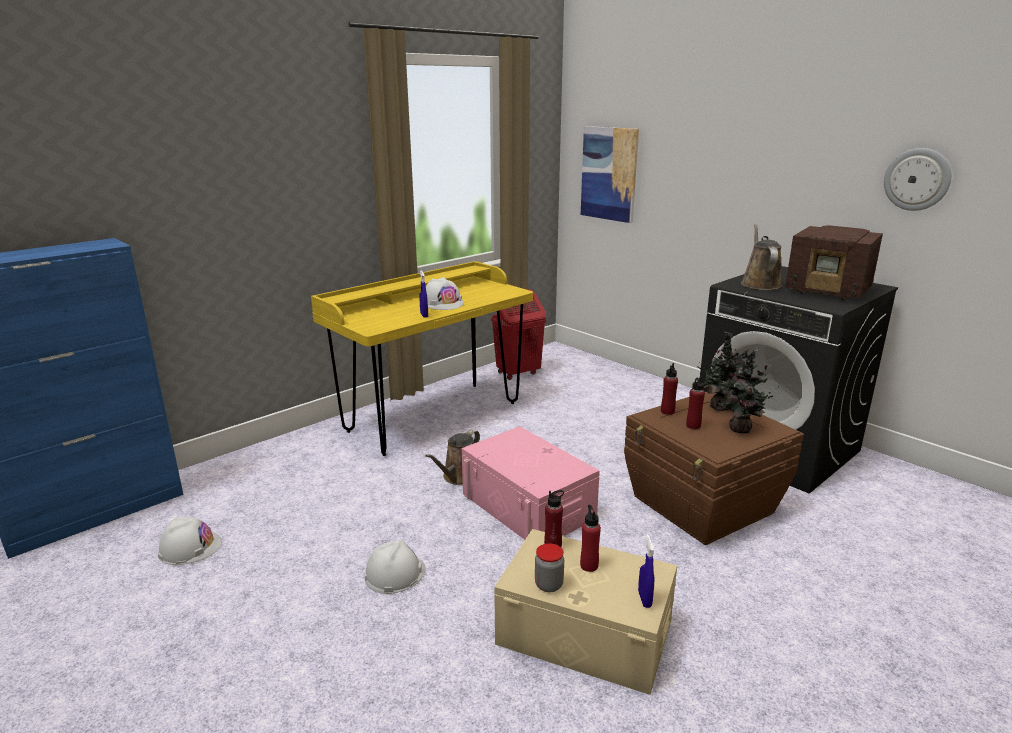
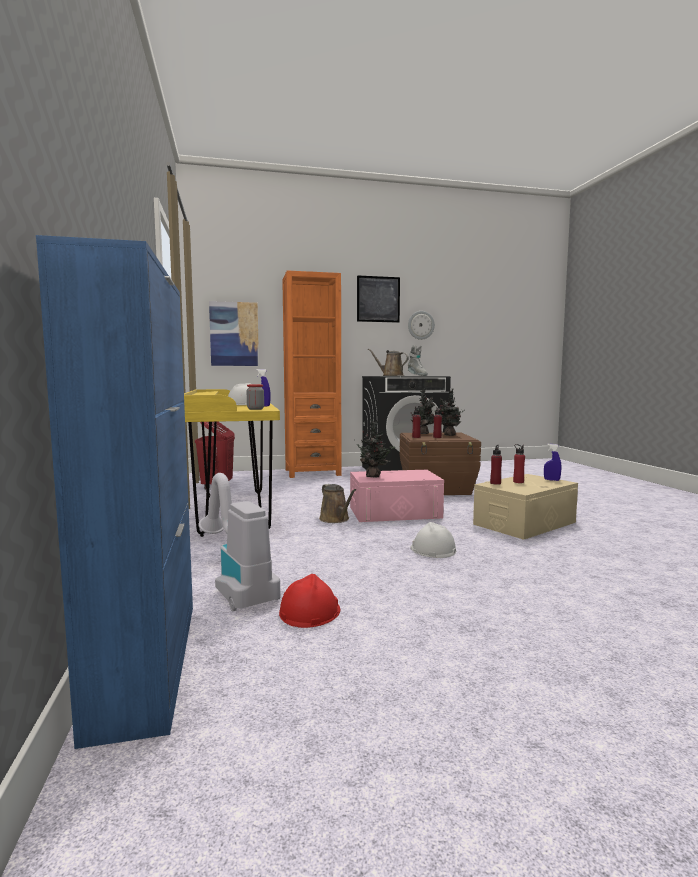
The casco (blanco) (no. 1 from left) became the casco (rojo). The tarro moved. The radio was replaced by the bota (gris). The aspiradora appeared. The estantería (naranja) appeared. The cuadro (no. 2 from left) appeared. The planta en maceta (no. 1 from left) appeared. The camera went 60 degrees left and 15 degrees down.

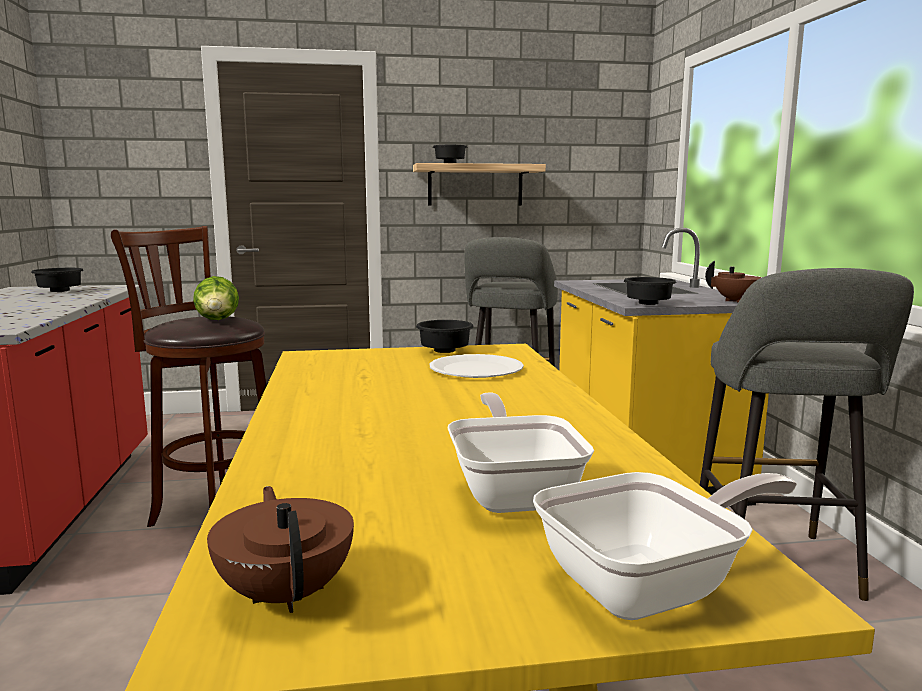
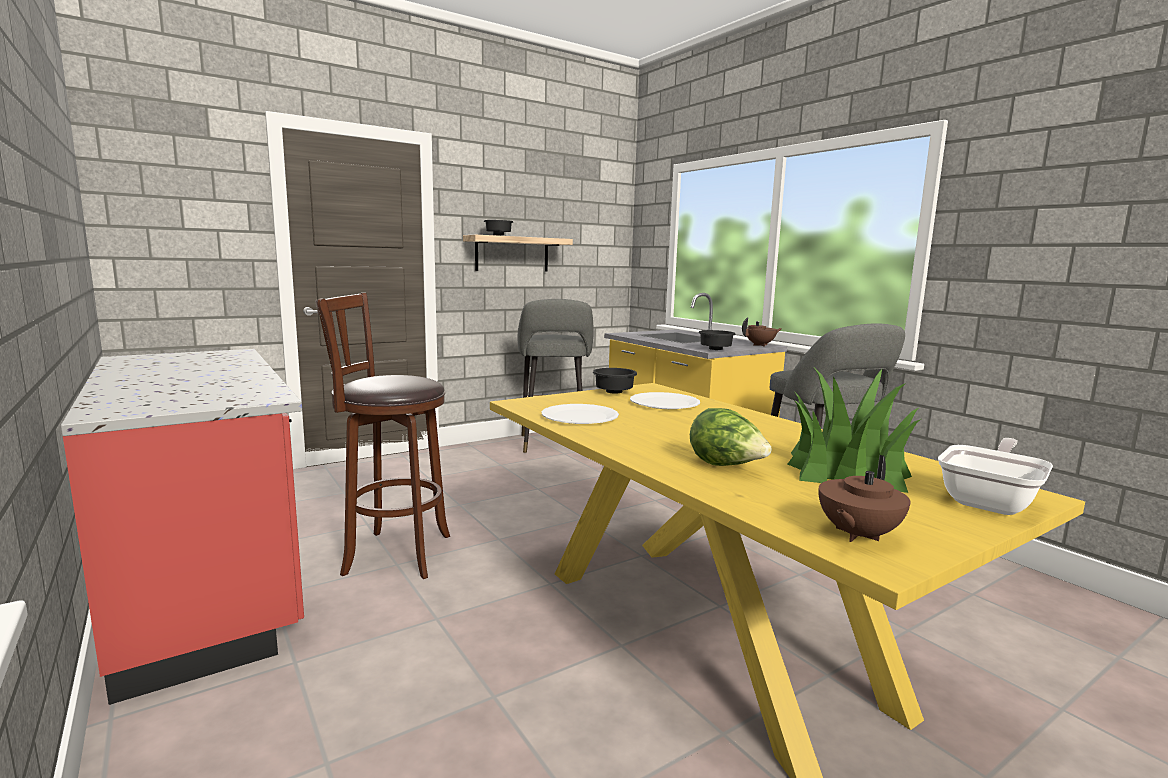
The cuenco (negro) (no. 1 from left) disappeared. The lechuga moved. The tetera (marrón) (no. 1 from left in the first image) turned 90 degrees counterclockwise. The sartén (no. 1 from left) was replaced by the planta en maceta. The plato (blanco) (no. 1 from left) appeared. The camera went 25 degrees left and 0 degrees up.

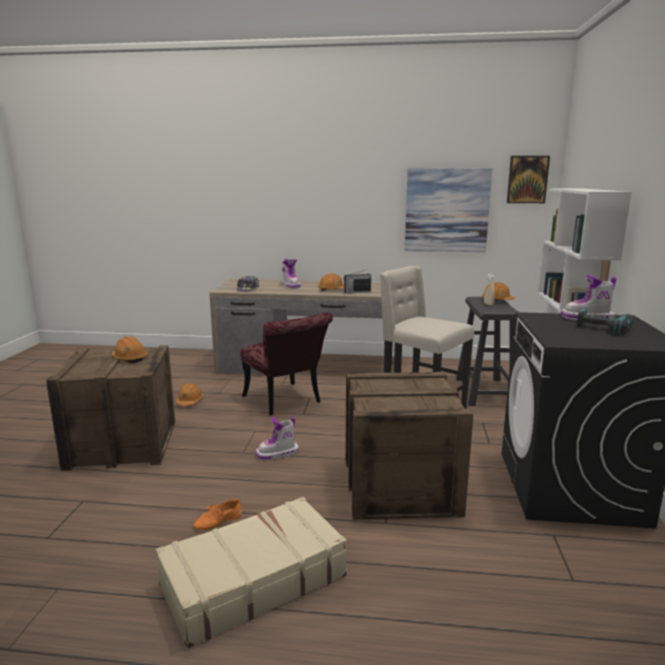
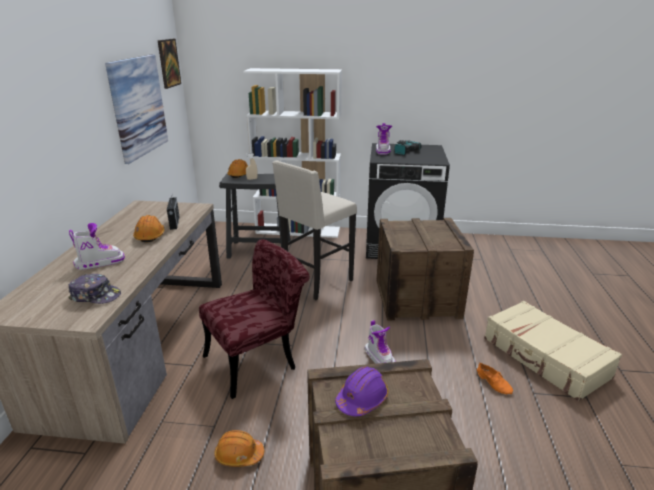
The casco (naranja) (no. 1 from left) became the casco (morado). The camera went 90 degrees left and 10 degrees up.

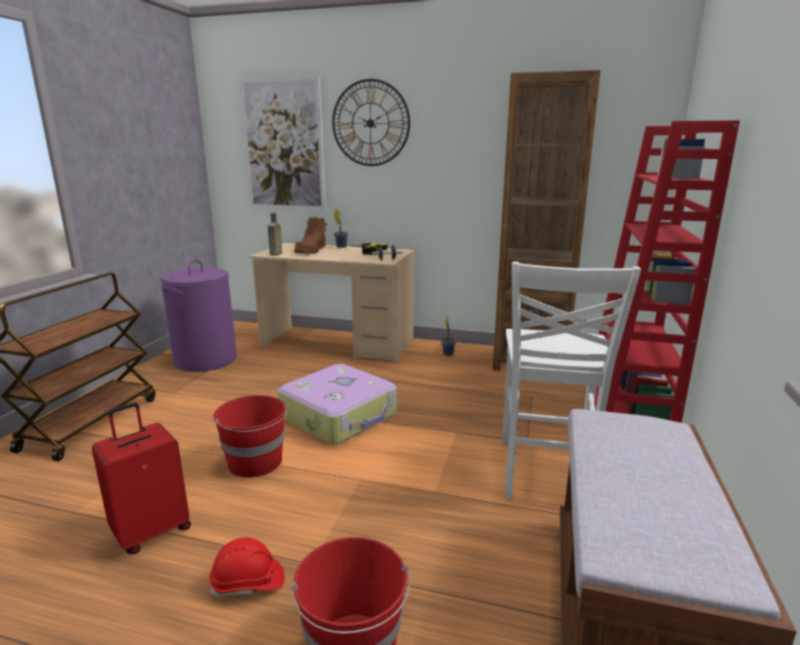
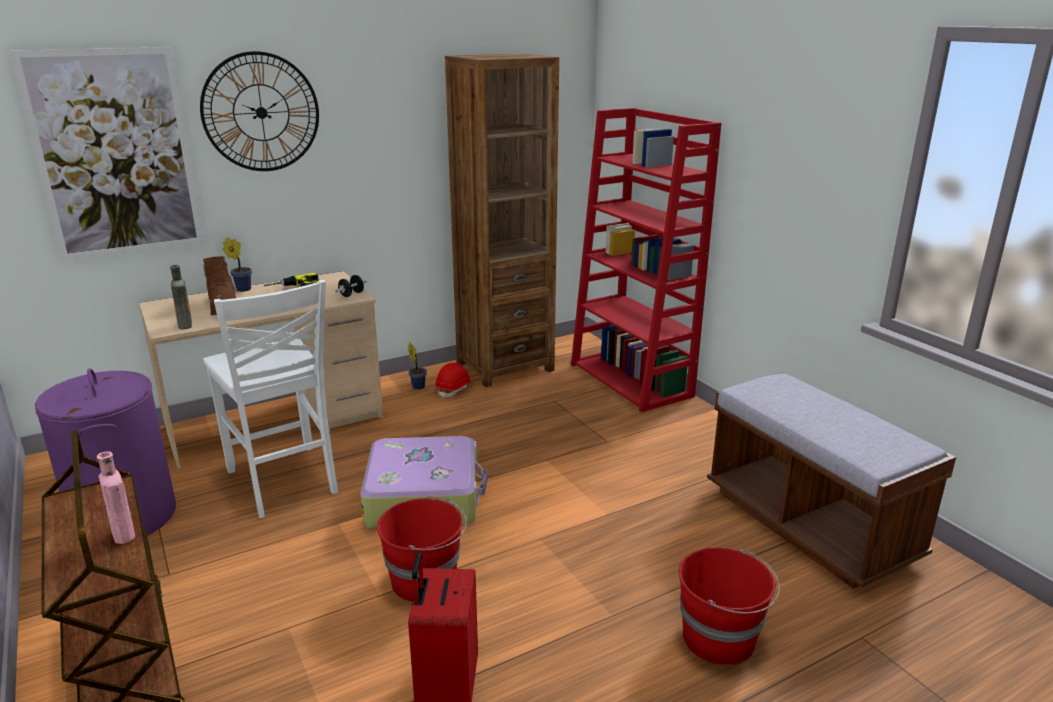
The casco (rojo) moved. The silla (blanco) moved. The botella (rosa) appeared. The camera went 45 degrees left and 5 degrees up.

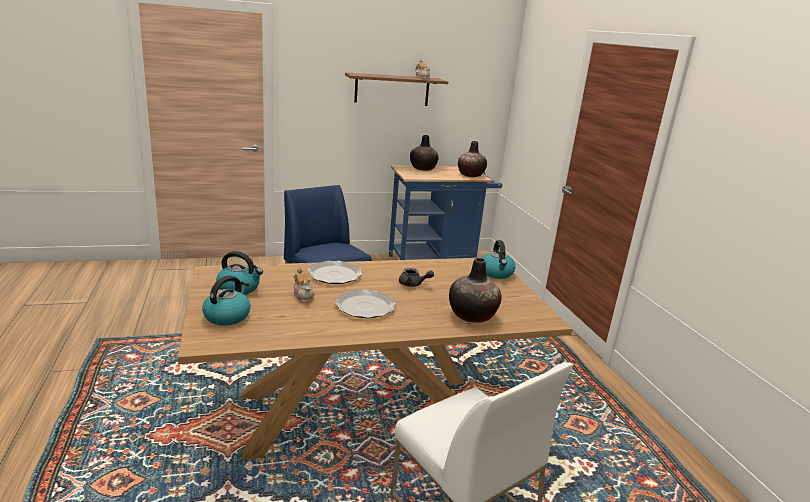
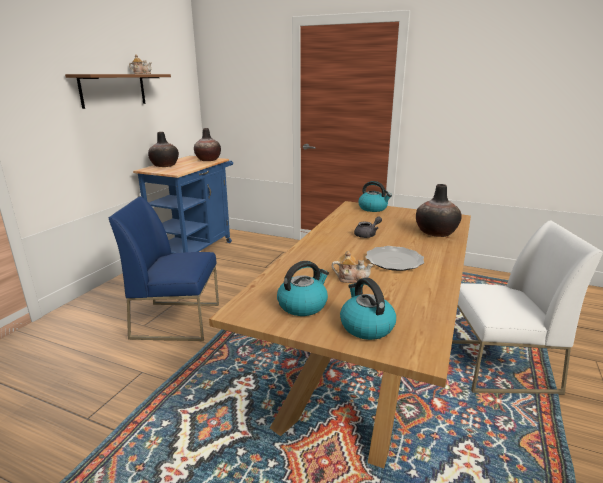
The plato (no. 1 from left) disappeared. The camera went 50 degrees left and 0 degrees up.

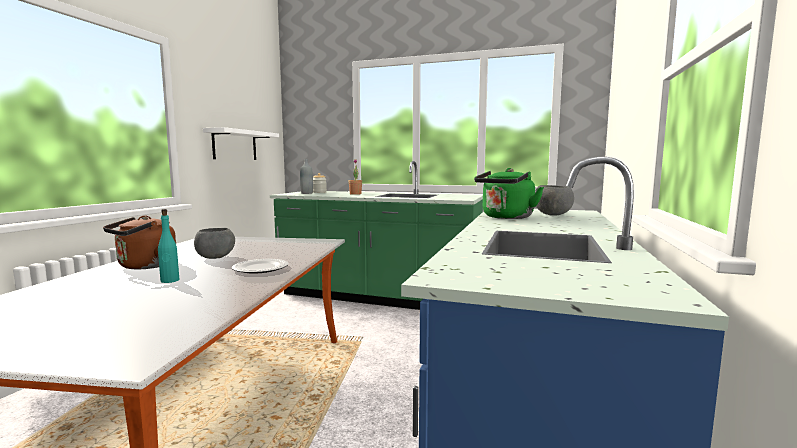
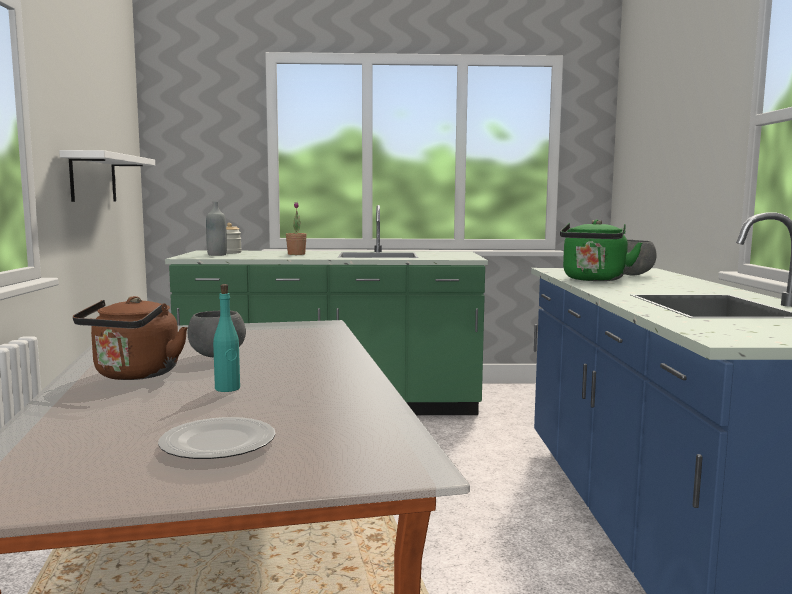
The plato moved. The camera went 20 degrees left and 0 degrees up.

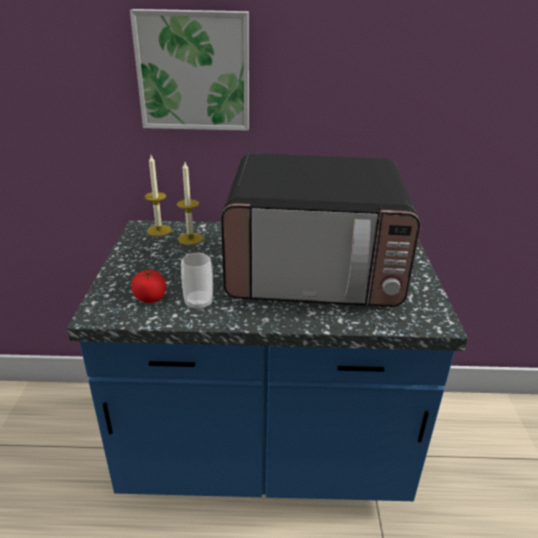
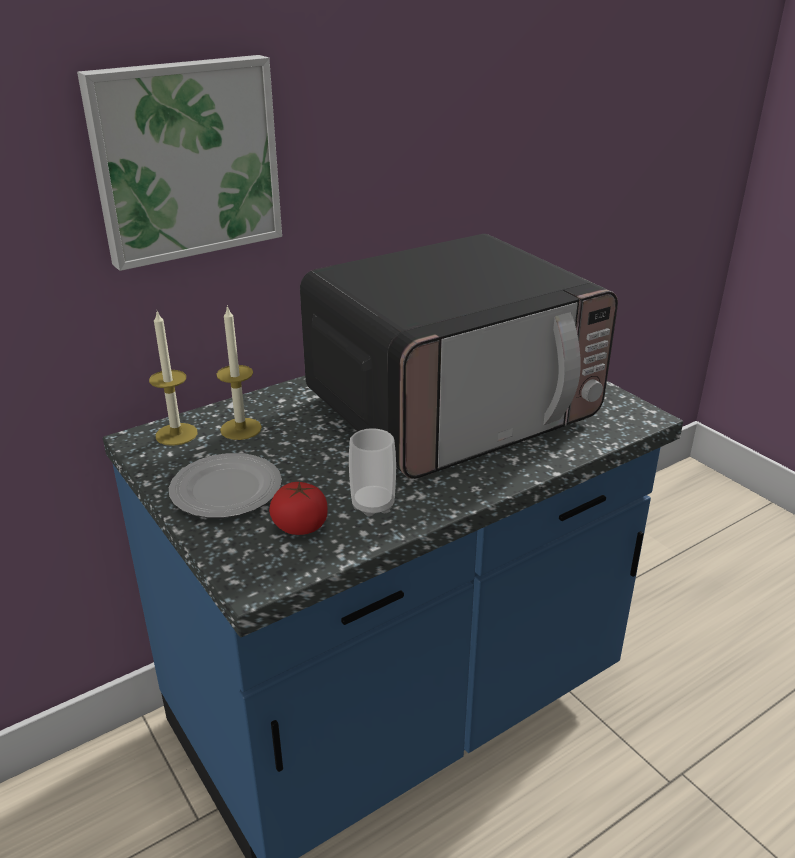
The plato appeared. The camera went 35 degrees left and 0 degrees up.

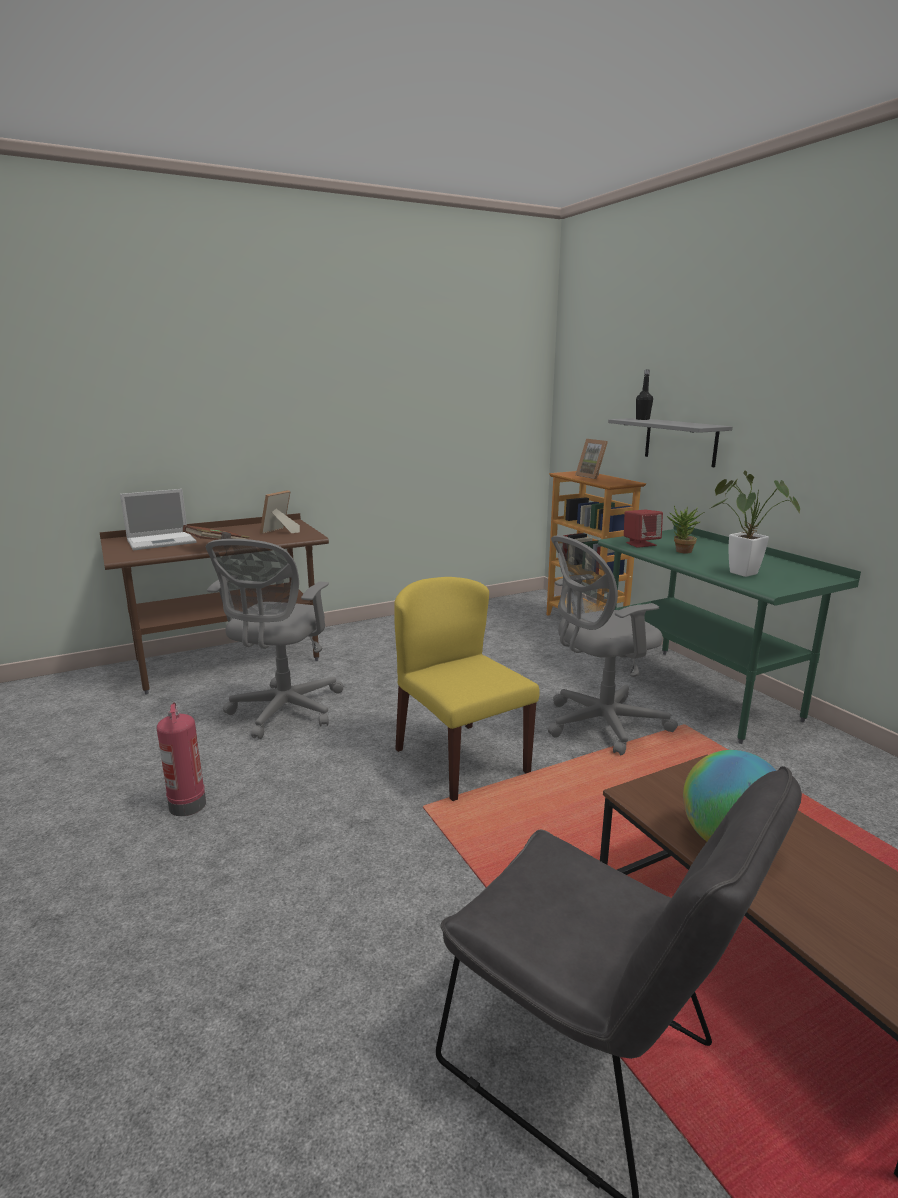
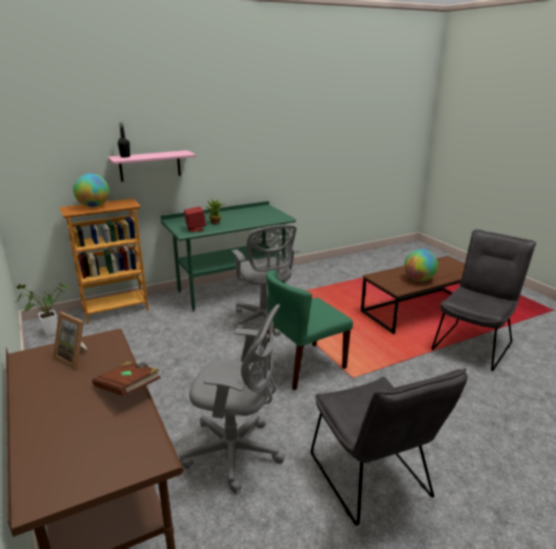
The portátil disappeared. The extintor was replaced by the silla (gris) (no. 1 from left). The silla (amarillo) became the silla (verde). The portarretratos (no. 2 from left) was replaced by the globo terráqueo (no. 1 from left). The estante (gris) became the estante (rosa). The planta en maceta (no. 2 from left in the first image) moved. The camera went 90 degrees left and 5 degrees up.

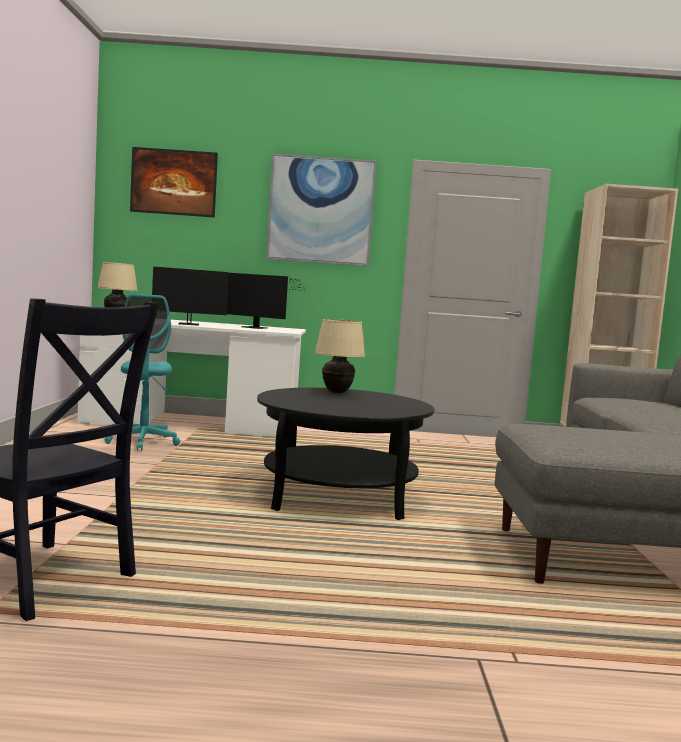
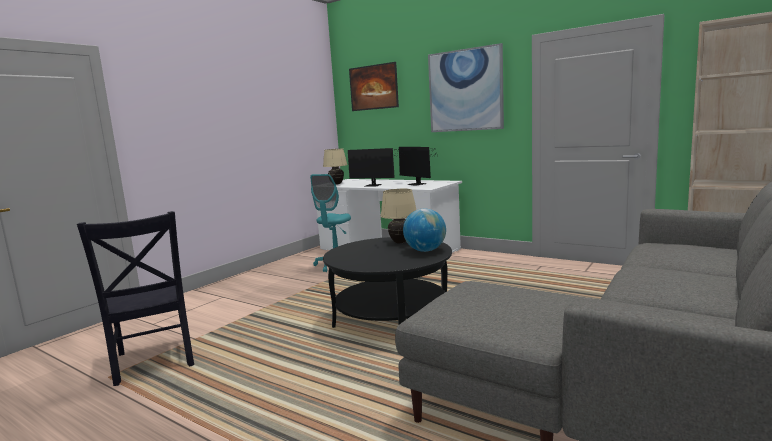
The globo terráqueo appeared. The camera went 35 degrees right and 5 degrees up.

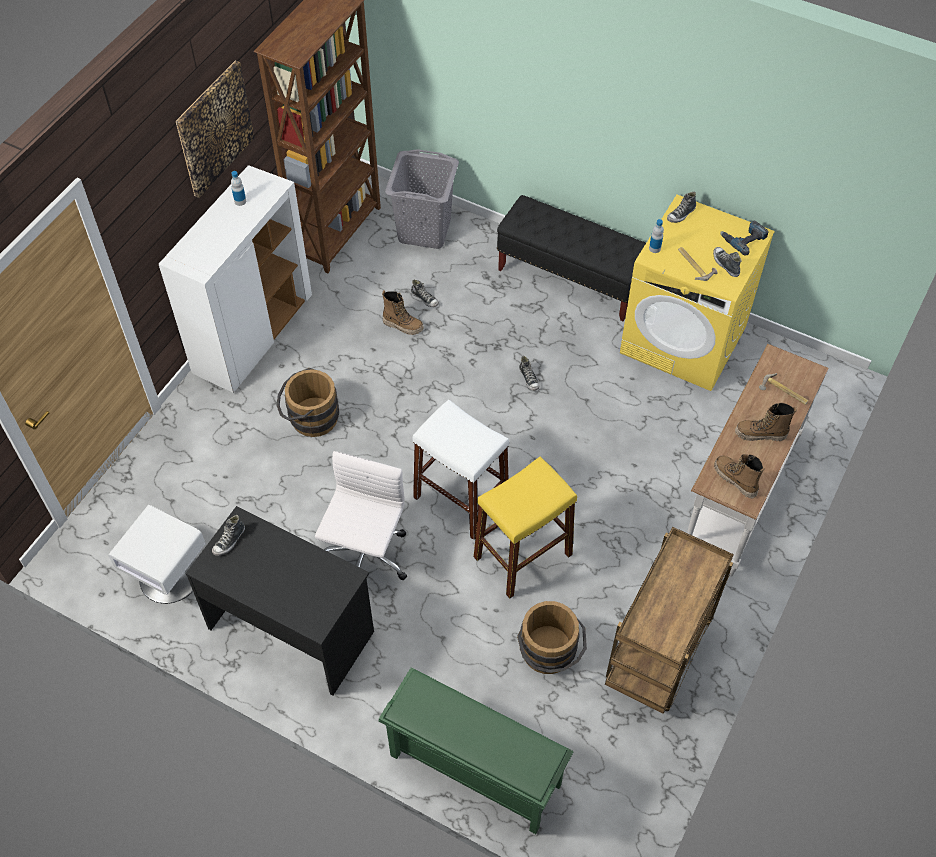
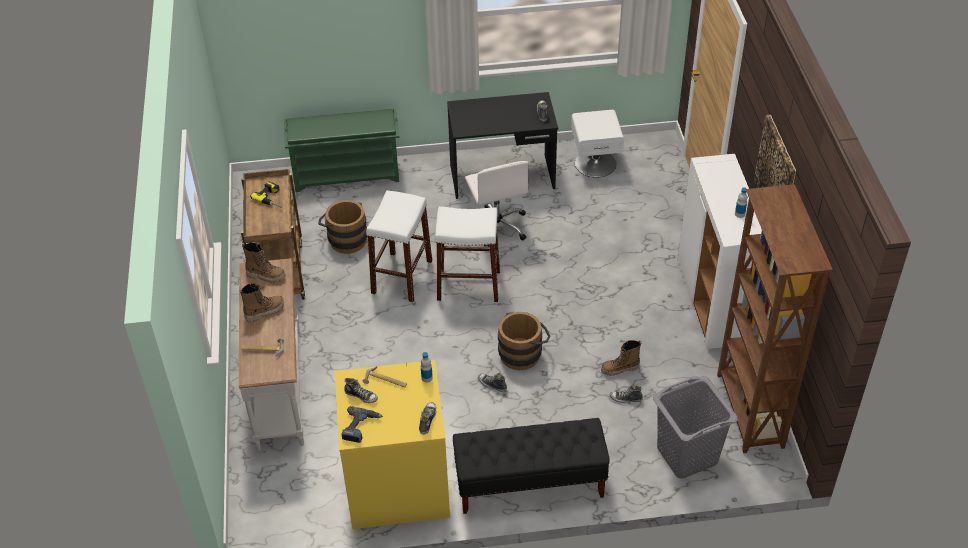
The cubo (marrón) (no. 1 from left in the first image) moved. The taburete (amarillo) became the taburete (blanco) (no. 1 from left). The taladro (no. 1 from left) appeared. The camera went 145 degrees right and 10 degrees down.

